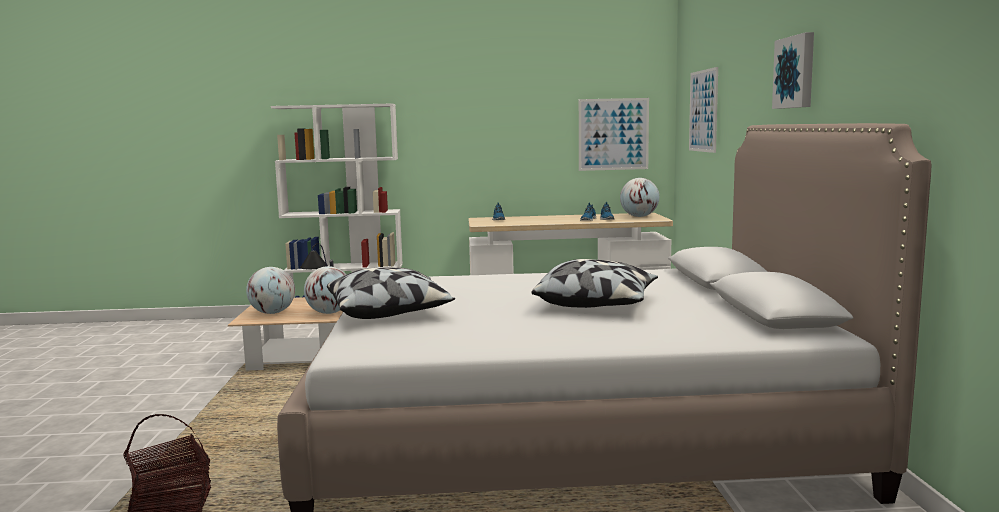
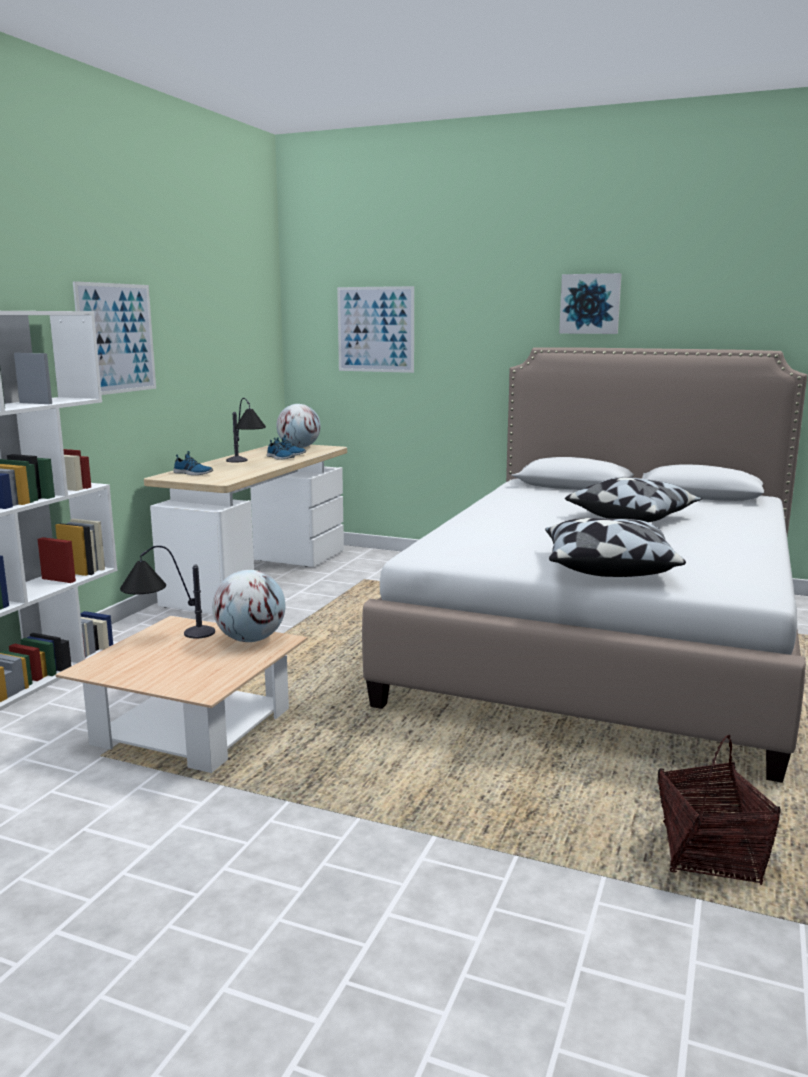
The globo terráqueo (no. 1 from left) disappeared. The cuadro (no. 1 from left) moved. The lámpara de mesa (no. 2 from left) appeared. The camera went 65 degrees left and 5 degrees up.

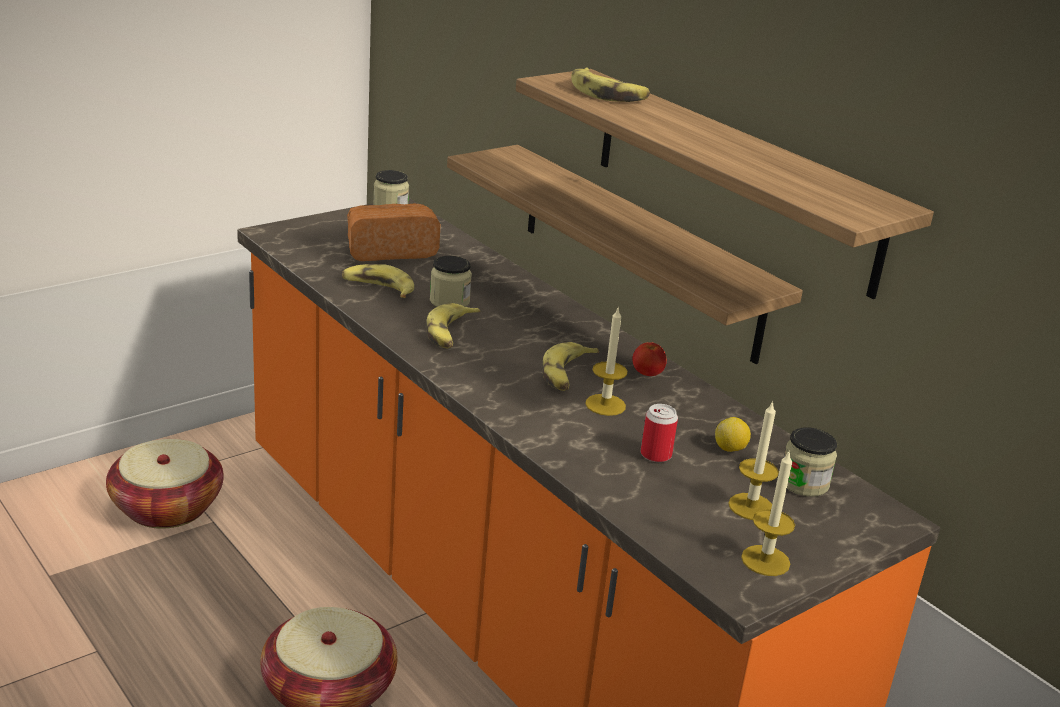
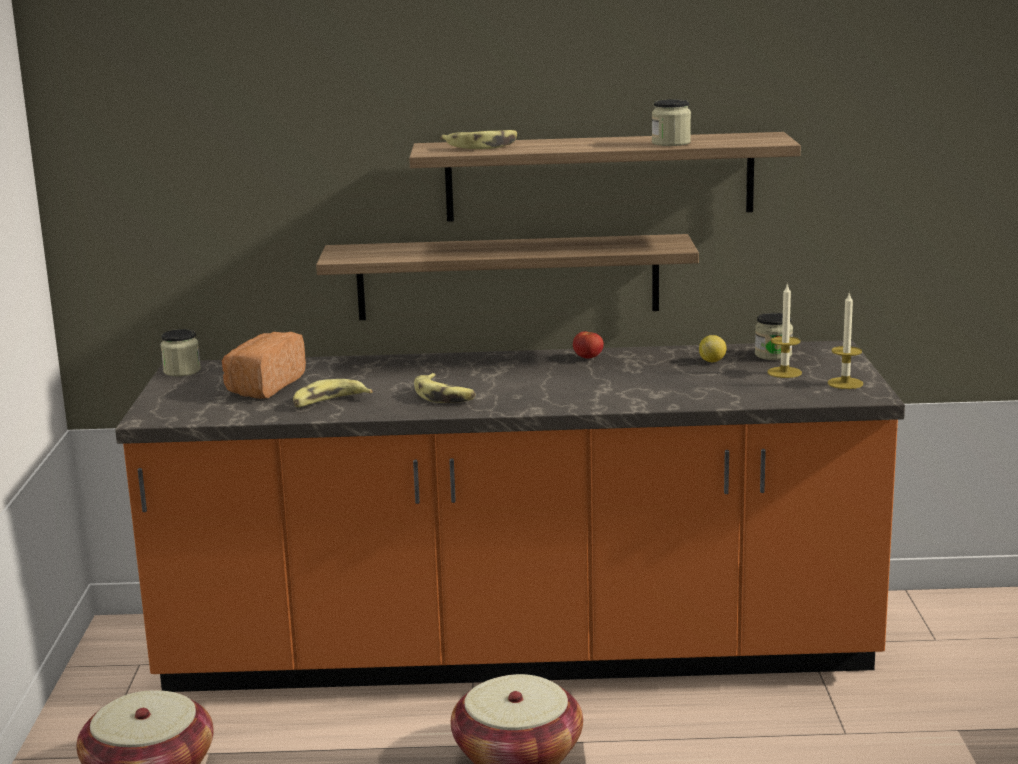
The tarro (no. 2 from left) moved. The plátano (no. 3 from left) disappeared. The vela (no. 1 from left) disappeared. The lata disappeared. The camera went 50 degrees left and 10 degrees down.

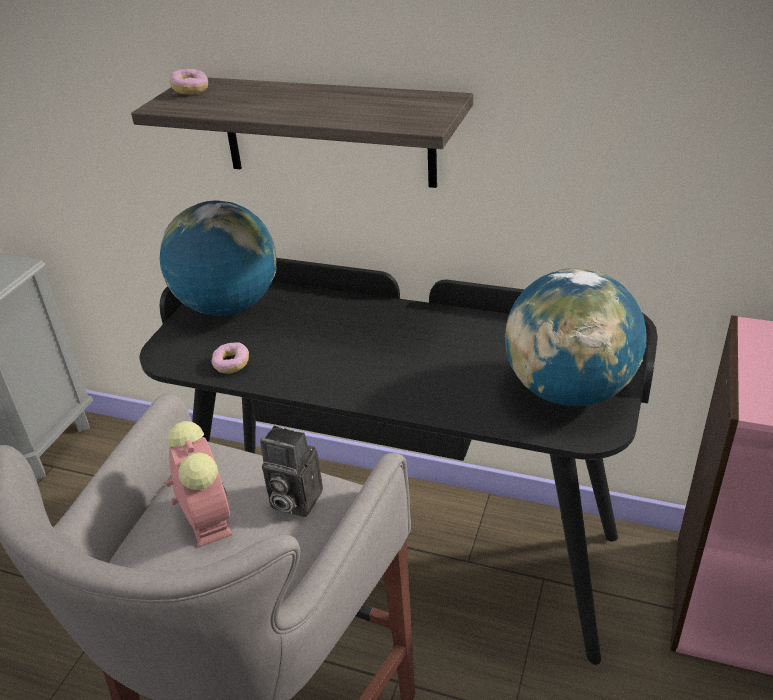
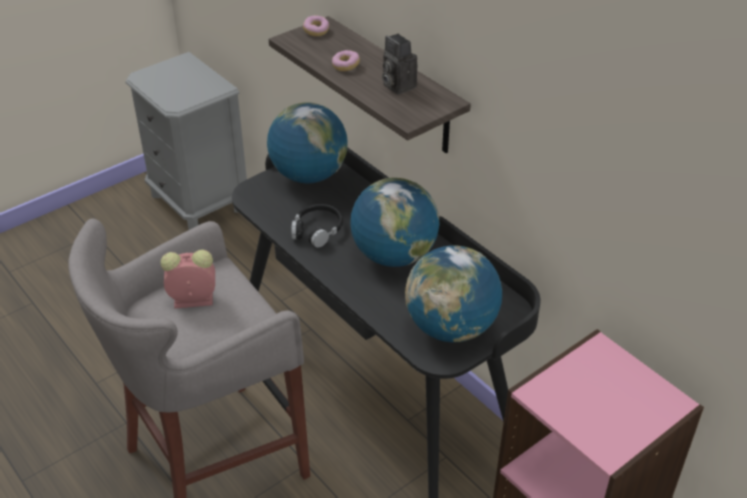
The despertador turned 105 degrees counterclockwise. The rosquilla (no. 2 from left) moved. The cámara moved. The auriculares (negro) appeared. The globo terráqueo (no. 2 from left) appeared. The camera went 30 degrees right and 5 degrees up.

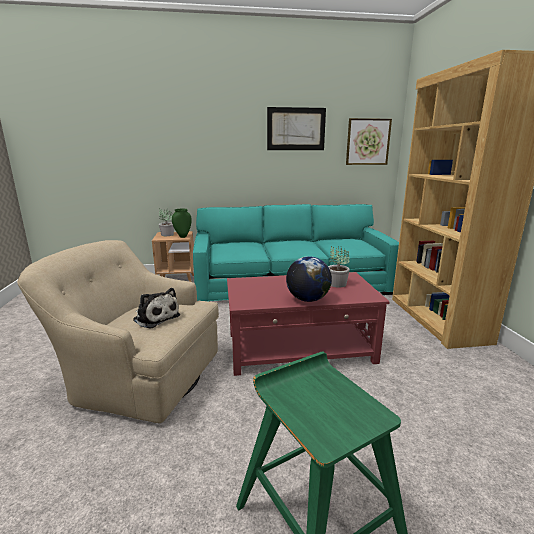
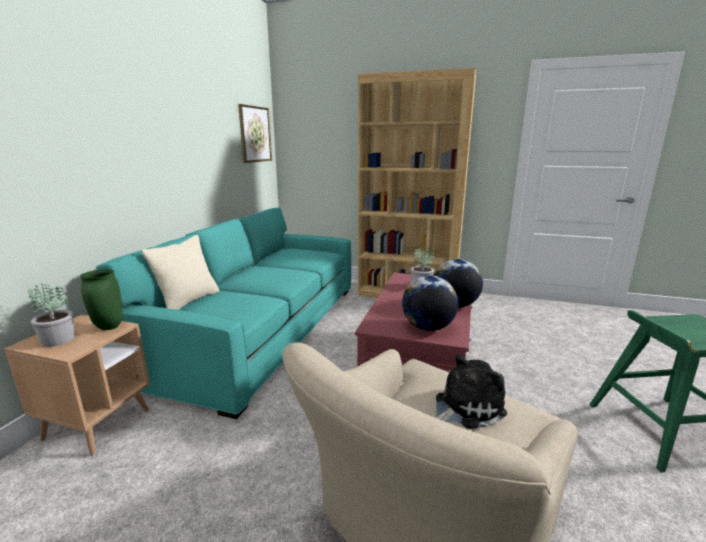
The cuadro (no. 1 from left) disappeared. The cojín (beis) appeared. The globo terráqueo (no. 1 from left) appeared. The camera went 65 degrees left and 0 degrees up.

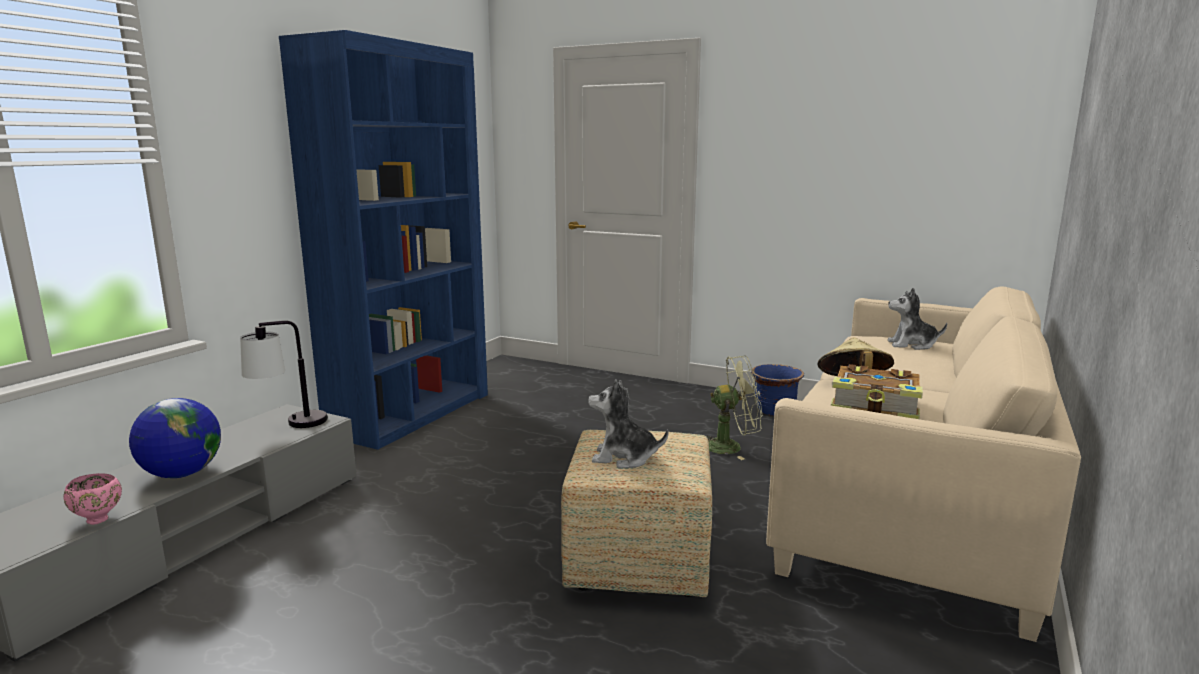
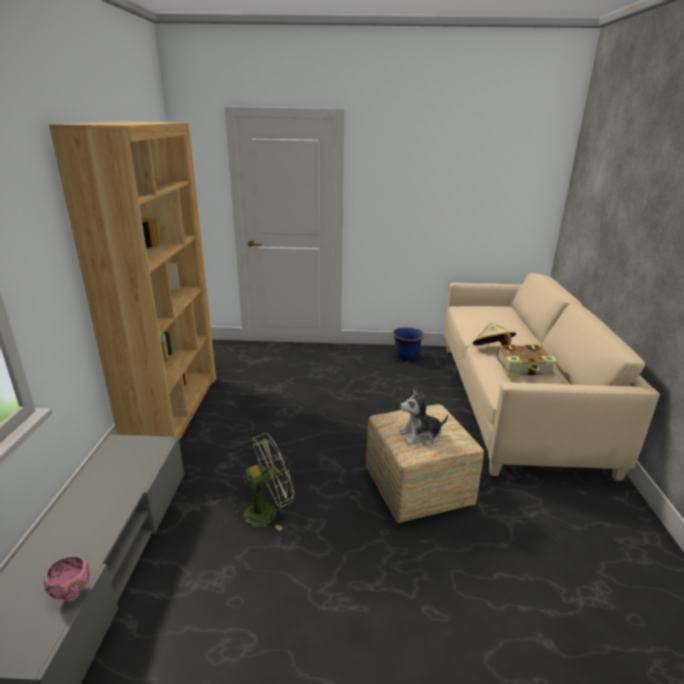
The globo terráqueo disappeared. The lámpara de mesa disappeared. The estantería (azul) became the estantería (marrón). The ventilador (verde) moved. The peluche (no. 2 from left) disappeared. The camera went 25 degrees left and 10 degrees up.

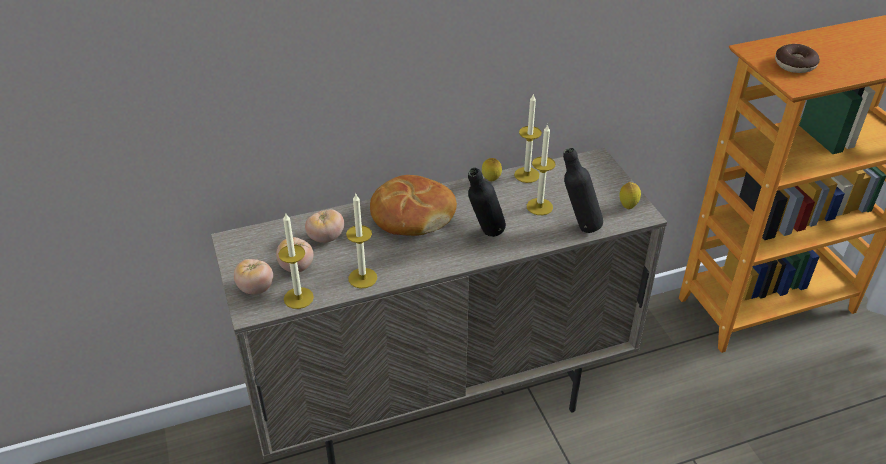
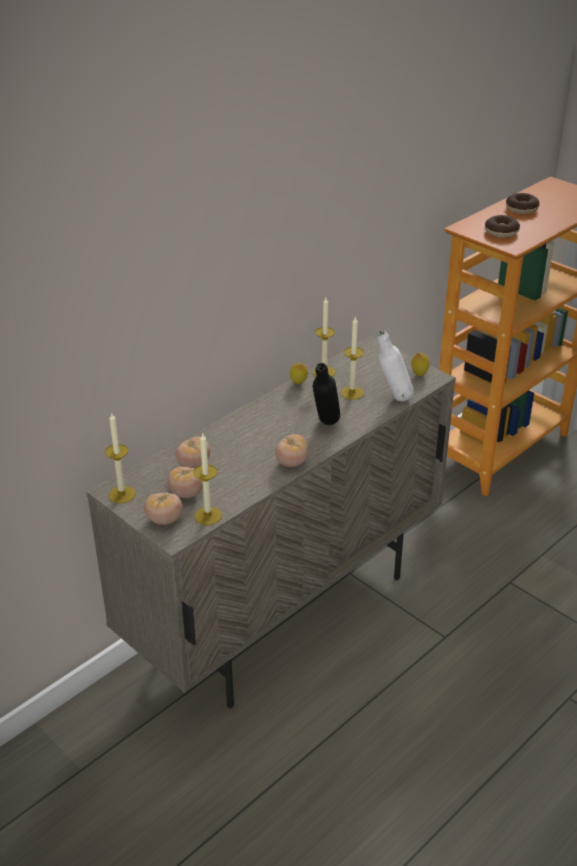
The vela (no. 2 from left in the first image) moved. The pan disappeared. The botella (negro) (no. 2 from left) became the botella (blanco). The tomate (no. 4 from left) appeared. The rosquilla (no. 2 from left) appeared. The camera went 25 degrees left and 5 degrees down.

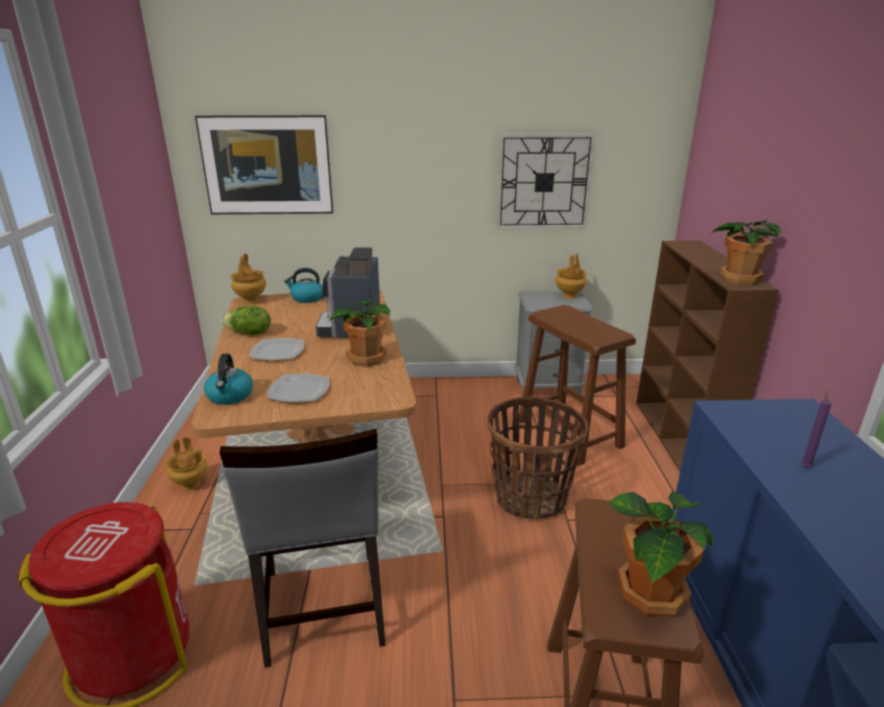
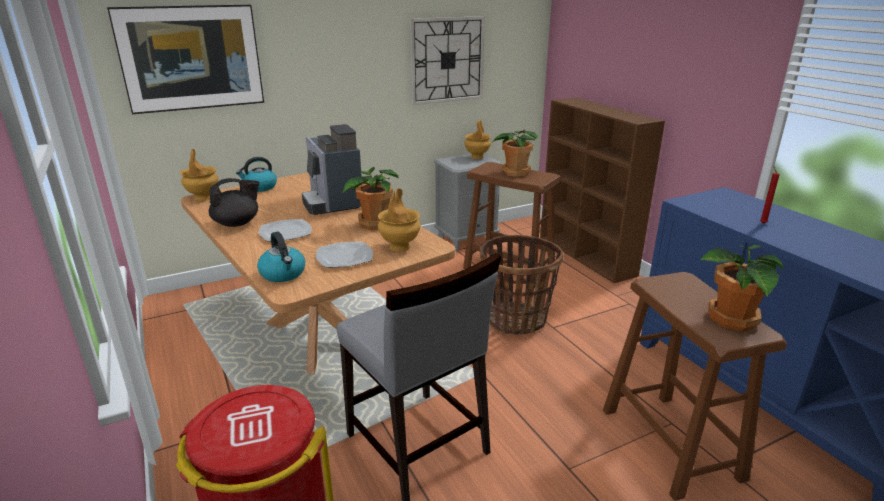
The florero (marrón) (no. 1 from left in the first image) moved. The lechuga was replaced by the tetera (negro). The planta en maceta (no. 3 from left in the first image) moved. The vela (morado) became the vela (rojo). The camera went 25 degrees left and 0 degrees up.

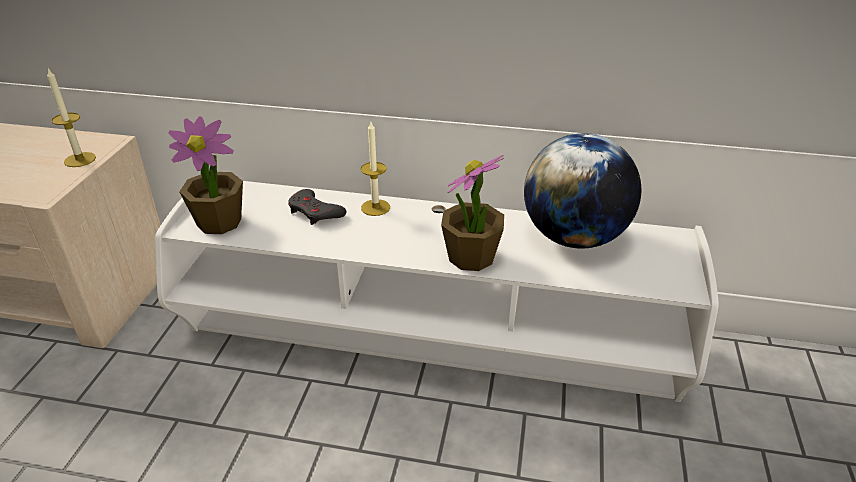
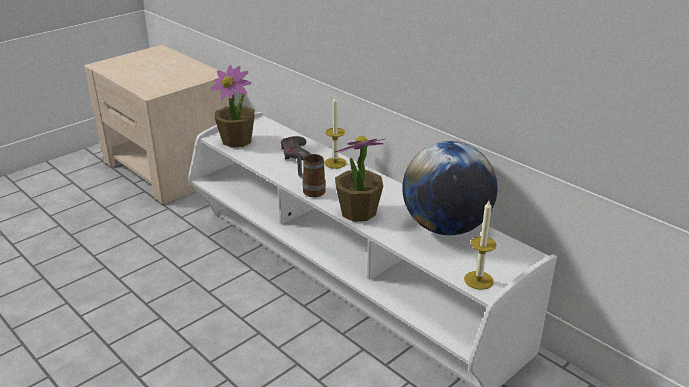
The vela (no. 1 from left in the first image) moved. The taza grande appeared. The camera went 35 degrees right and 5 degrees down.

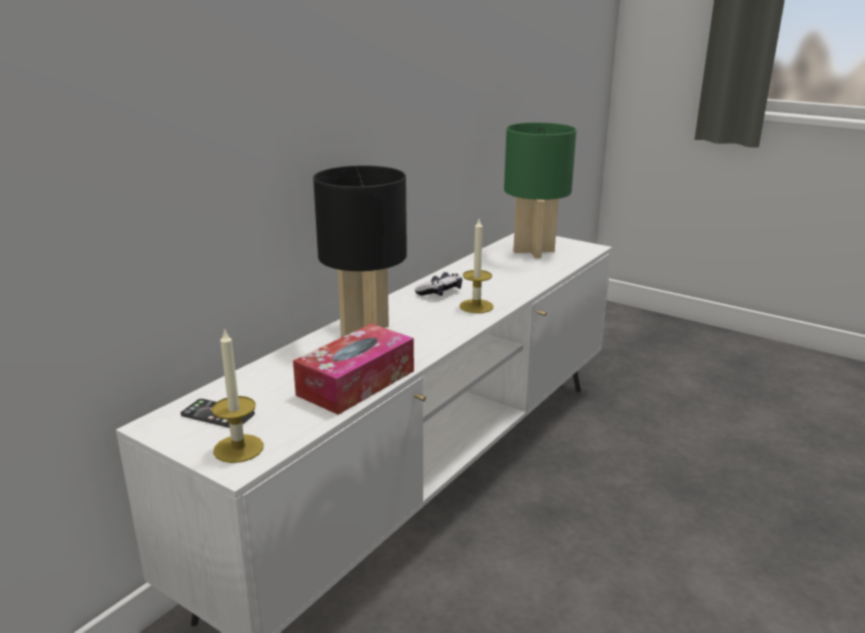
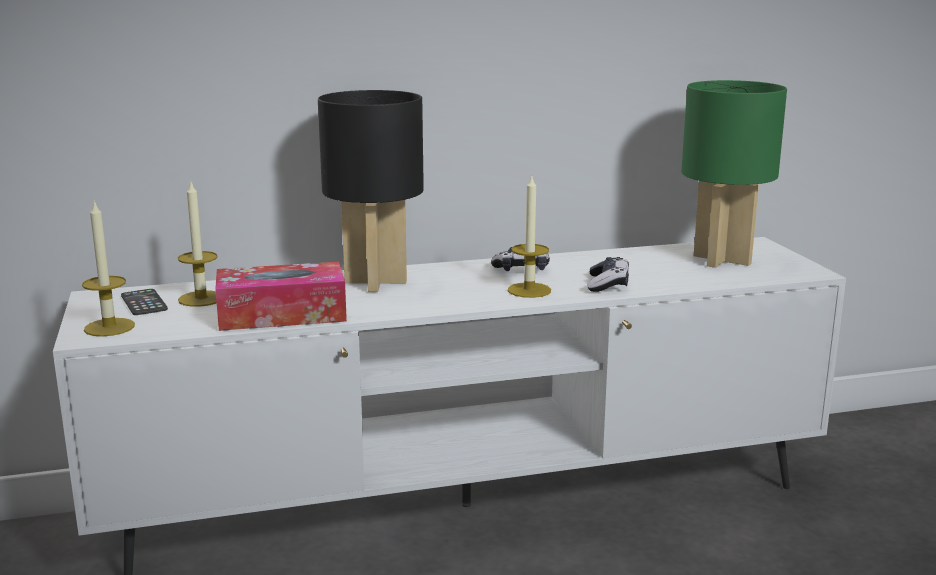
The vela (no. 2 from left) appeared. The mando de consola (no. 2 from left) appeared. The camera went 40 degrees right and 5 degrees down.

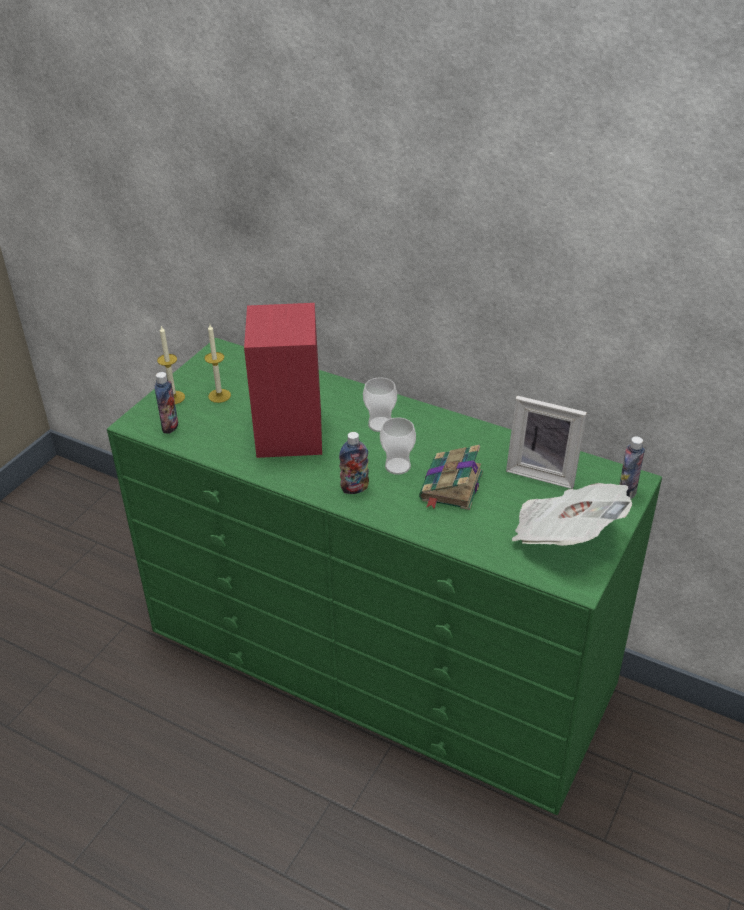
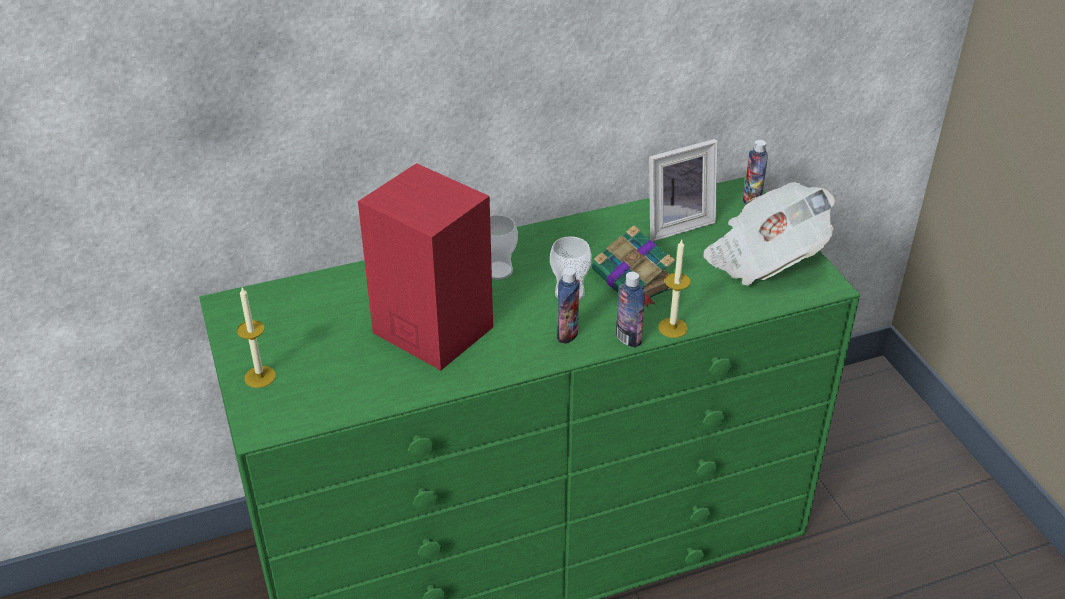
The botella (no. 1 from left in the first image) moved. The vela (no. 2 from left) moved. The camera went 50 degrees left and 0 degrees up.

